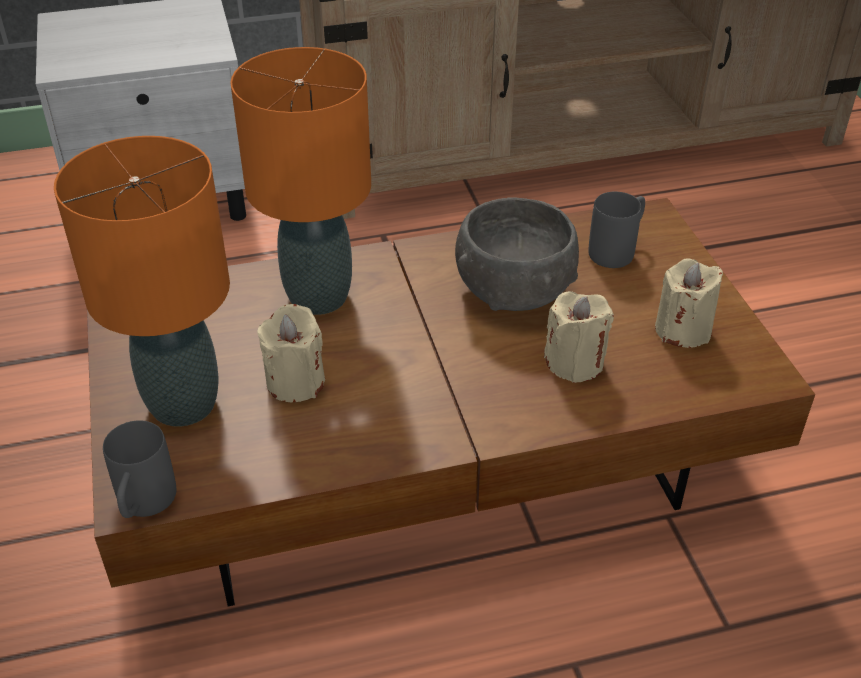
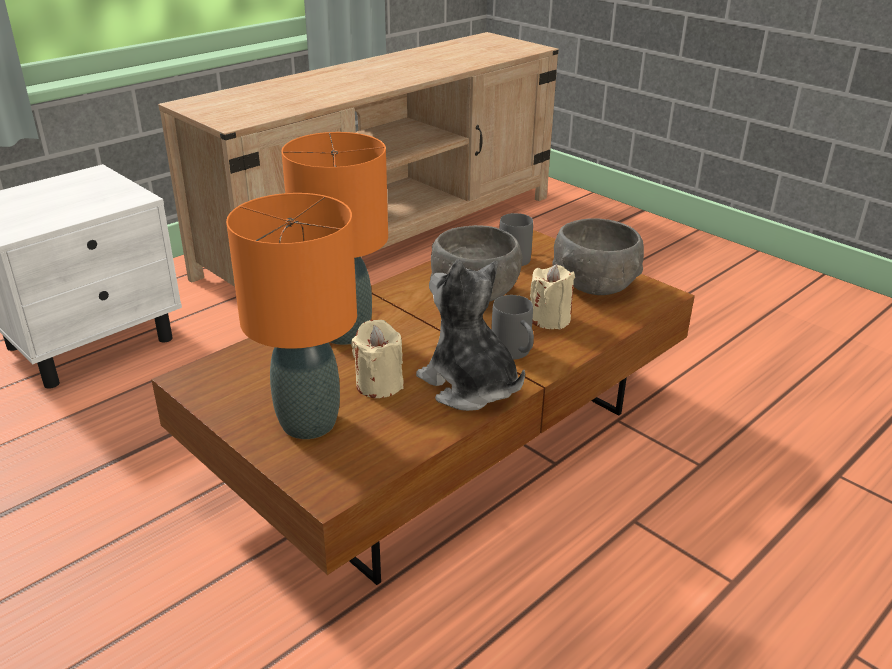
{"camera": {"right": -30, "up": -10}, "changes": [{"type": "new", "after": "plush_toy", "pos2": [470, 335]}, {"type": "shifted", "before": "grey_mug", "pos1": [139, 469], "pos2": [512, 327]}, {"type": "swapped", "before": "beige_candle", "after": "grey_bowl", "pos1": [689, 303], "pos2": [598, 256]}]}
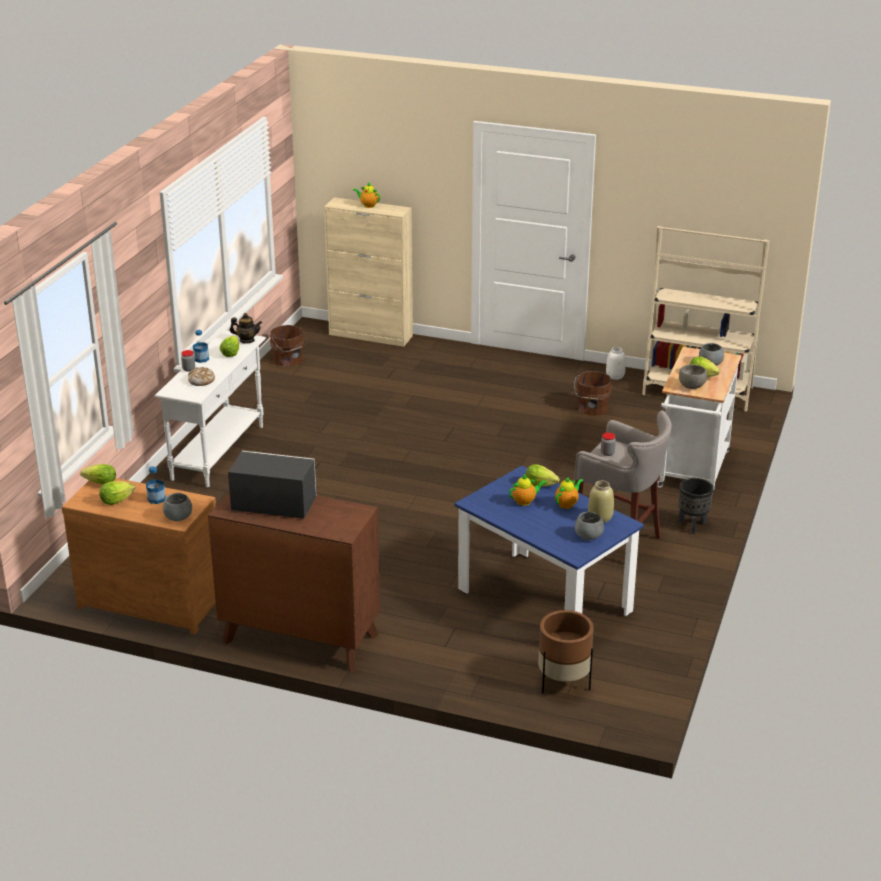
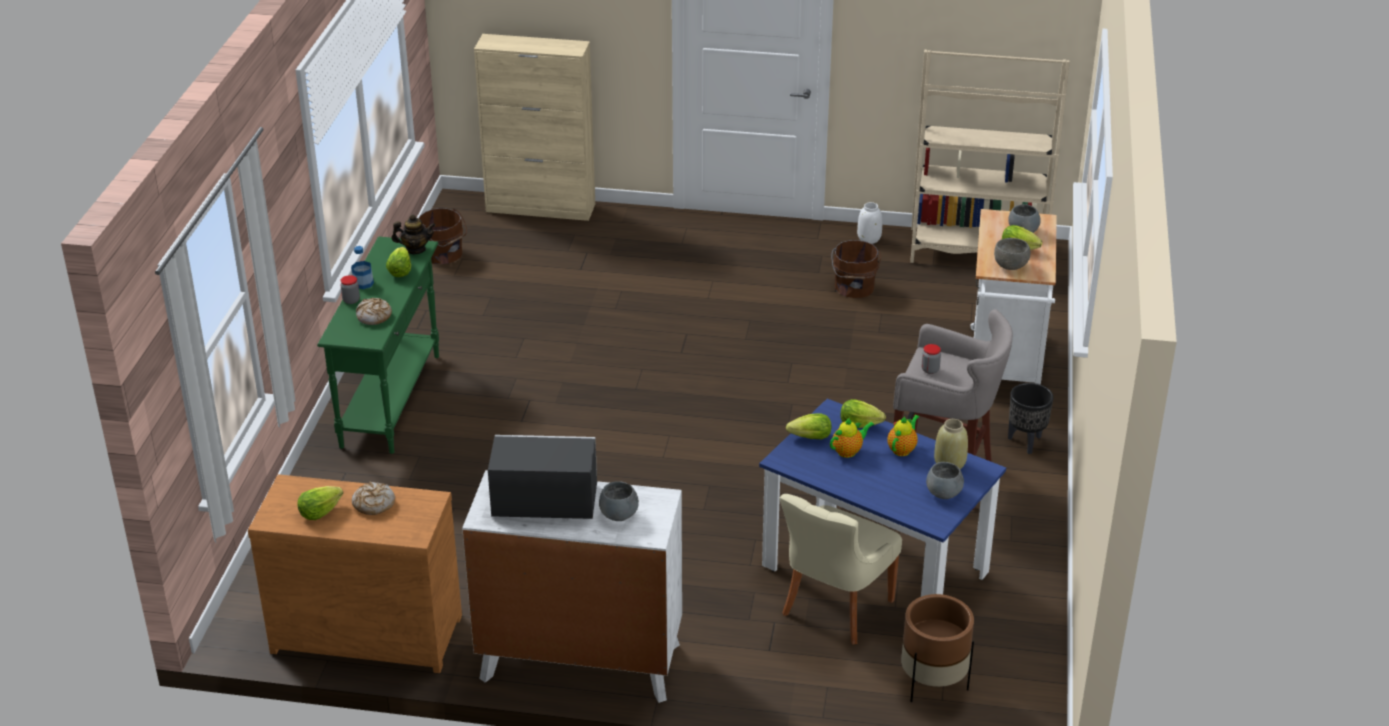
{"camera": {"right": -10, "up": 5}, "changes": [{"type": "gone", "before": "teapot", "pos1": [366, 195]}, {"type": "new", "after": "beige_chair", "pos2": [841, 569]}, {"type": "shifted", "before": "lettuce", "pos1": [98, 474], "pos2": [808, 426]}, {"type": "shifted", "before": "grey_bowl", "pos1": [177, 507], "pos2": [619, 501]}, {"type": "swapped", "before": "bottle", "after": "bread", "pos1": [156, 485], "pos2": [373, 498]}, {"type": "repainted", "before": "white_console_table", "after": "green_console_table", "pos1": [210, 409], "pos2": [378, 345]}, {"type": "repainted", "before": "brown_dresser", "after": "white_dresser", "pos1": [294, 581], "pos2": [572, 586]}]}
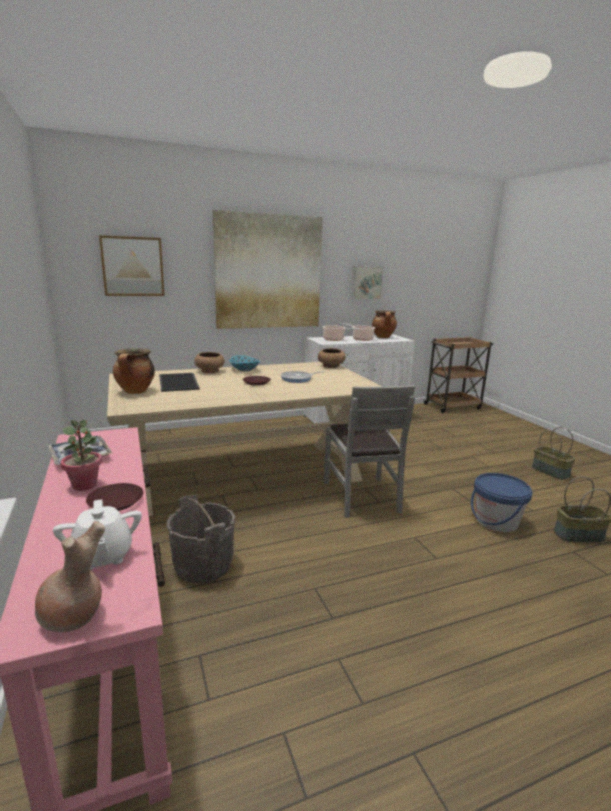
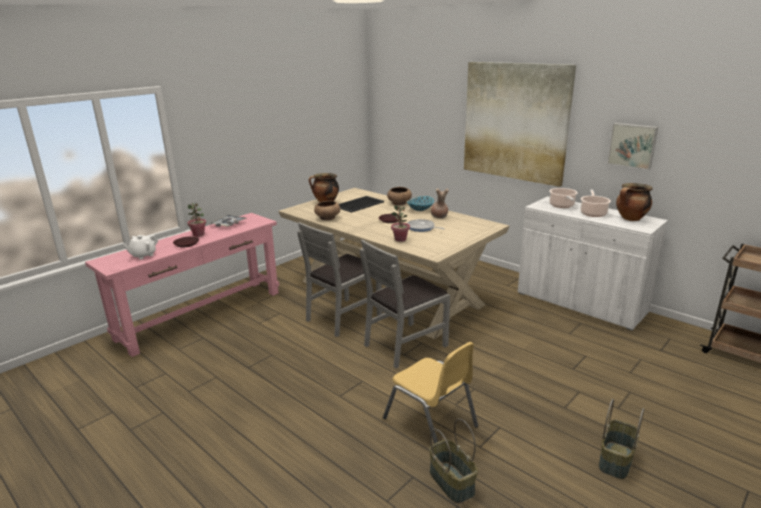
{"camera": {"right": 65, "up": 5}, "changes": [{"type": "gone", "before": "picture", "pos1": [132, 265]}, {"type": "gone", "before": "grey_bucket", "pos1": [201, 539]}, {"type": "new", "after": "grey_chair", "pos2": [339, 279]}, {"type": "new", "after": "potted_plant", "pos2": [400, 223]}, {"type": "shifted", "before": "brown_vase", "pos1": [70, 576], "pos2": [440, 203]}, {"type": "shifted", "before": "brown_bowl", "pos1": [332, 358], "pos2": [327, 210]}, {"type": "swapped", "before": "blue_bucket", "after": "yellow_chair", "pos1": [502, 502], "pos2": [430, 393]}]}
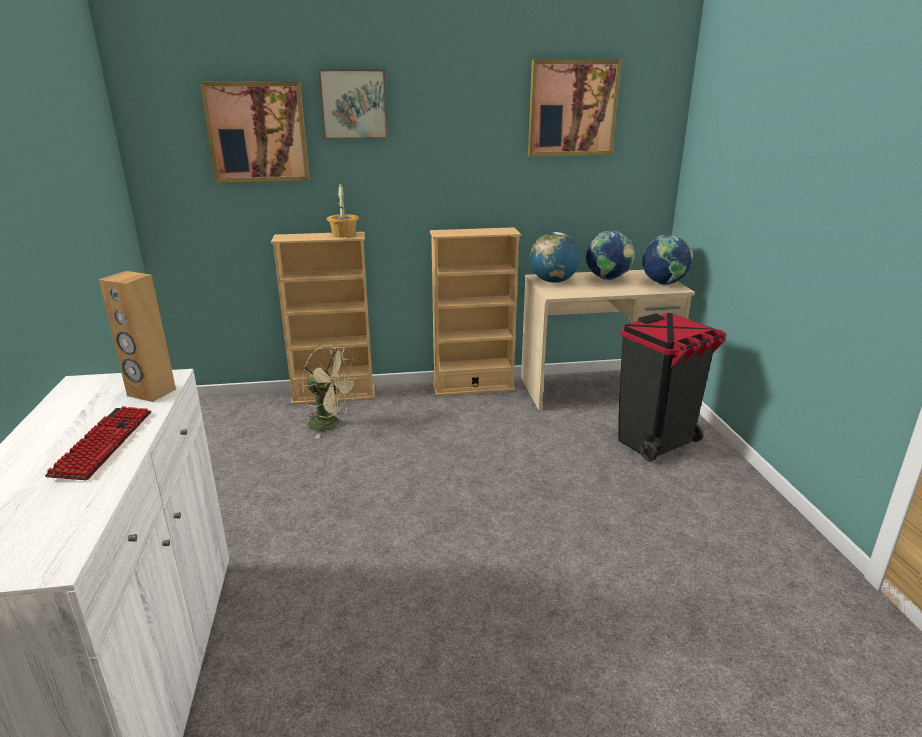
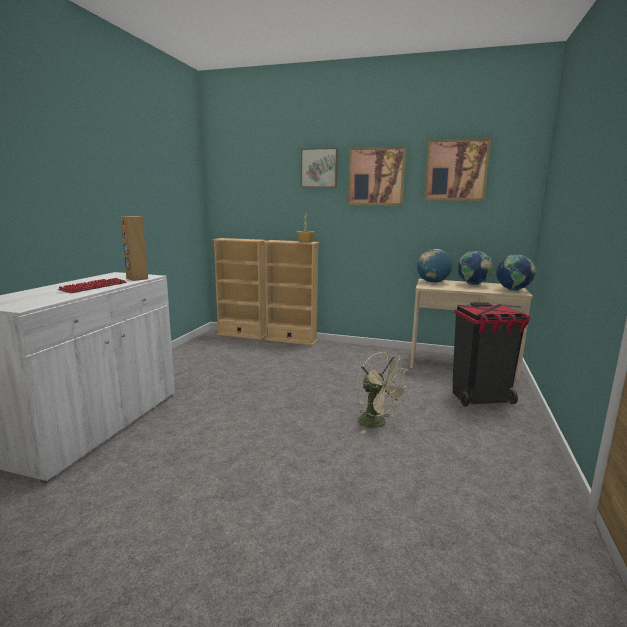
{"camera": {"right": 25, "up": -10}, "changes": [{"type": "shifted", "before": "picture", "pos1": [255, 132], "pos2": [377, 176]}, {"type": "shifted", "before": "beige_fan", "pos1": [330, 391], "pos2": [383, 392]}, {"type": "shifted", "before": "beige_bookcase", "pos1": [475, 311], "pos2": [239, 289]}]}
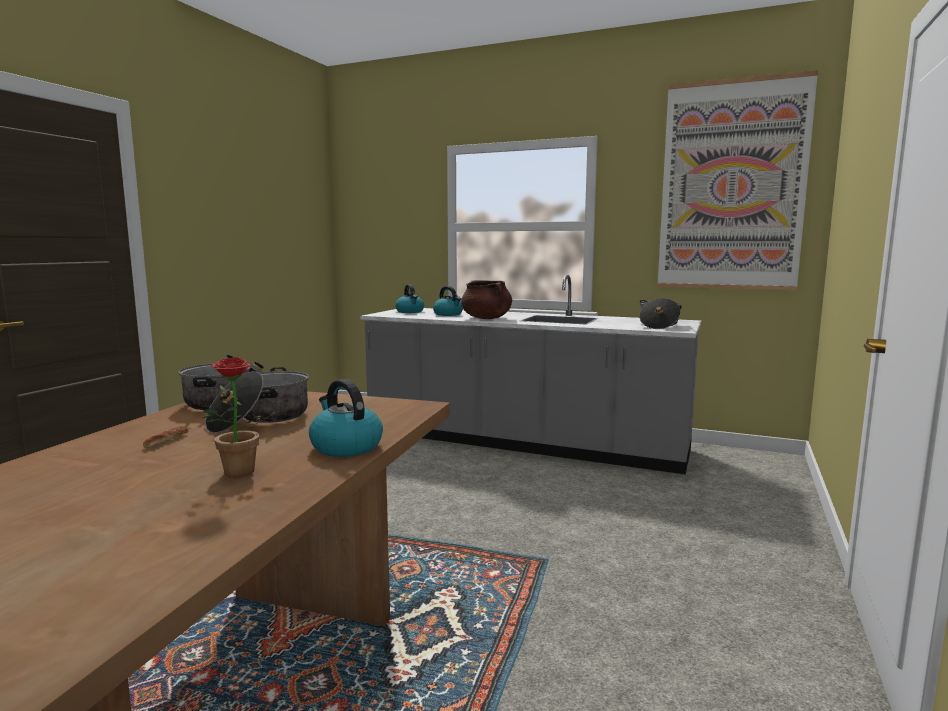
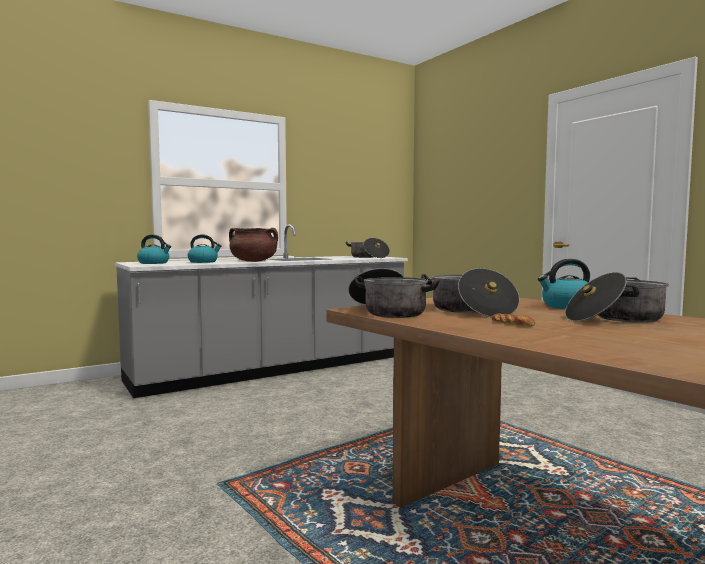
{"camera": {"right": -55, "up": -5}, "changes": [{"type": "gone", "before": "picture", "pos1": [737, 180]}, {"type": "swapped", "before": "potted_plant", "after": "cooking_pot", "pos1": [242, 417], "pos2": [617, 297]}]}
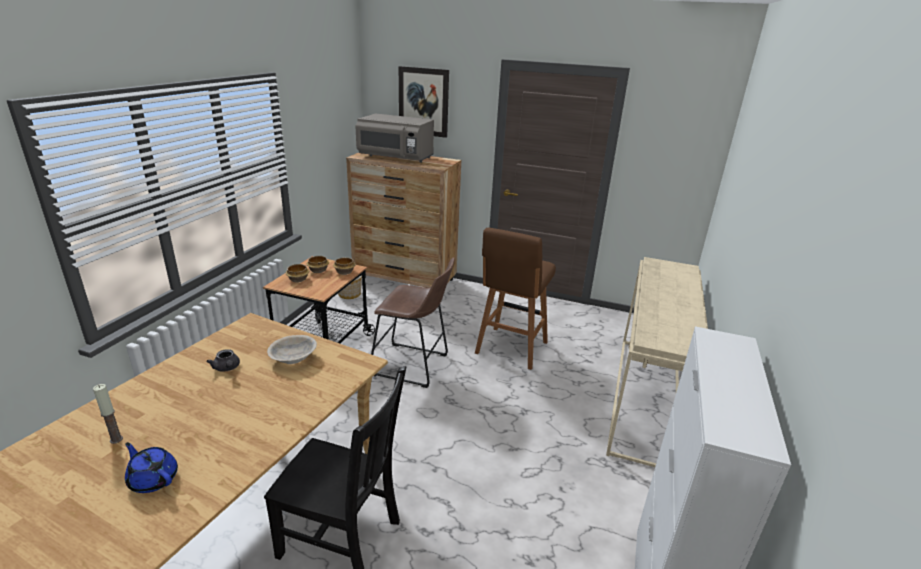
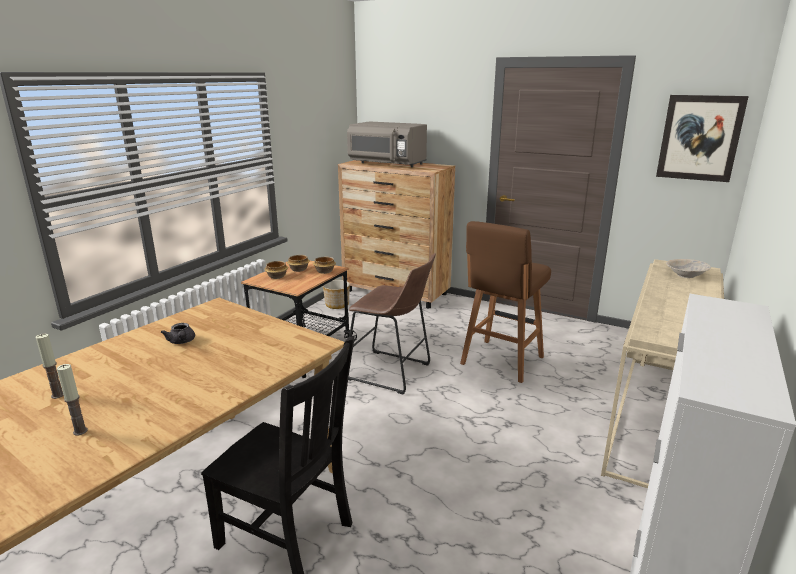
{"camera": {"right": 10, "up": -5}, "changes": [{"type": "shifted", "before": "beige_bowl", "pos1": [292, 349], "pos2": [688, 268]}, {"type": "shifted", "before": "picture", "pos1": [424, 102], "pos2": [702, 138]}, {"type": "swapped", "before": "blue_teapot", "after": "candle", "pos1": [151, 467], "pos2": [72, 400]}]}
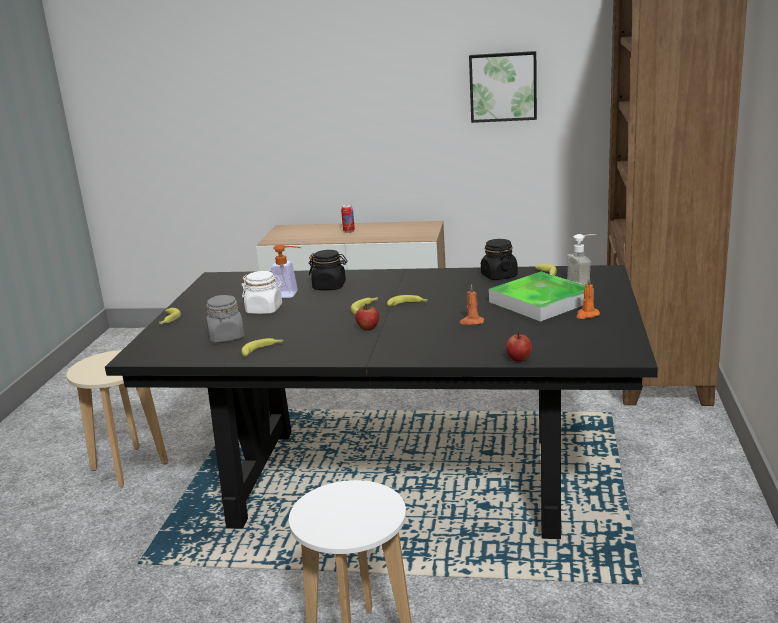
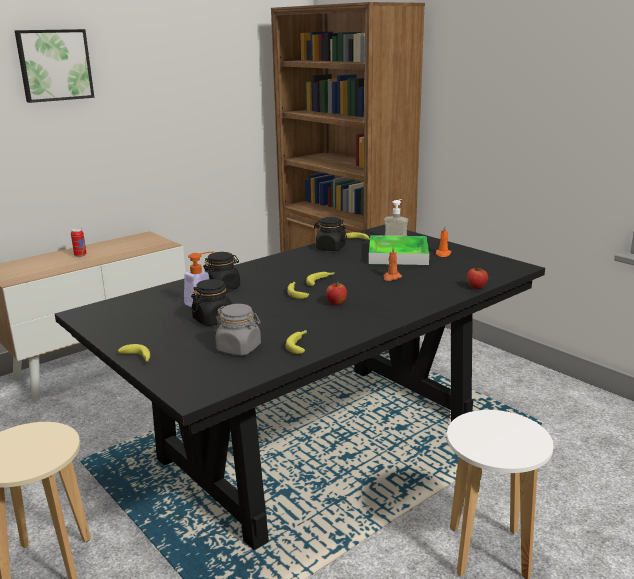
{"camera": {"right": -50, "up": 0}, "changes": [{"type": "shifted", "before": "picture", "pos1": [503, 87], "pos2": [54, 66]}, {"type": "repainted", "before": "white_jar", "after": "black_jar", "pos1": [261, 292], "pos2": [211, 302]}]}
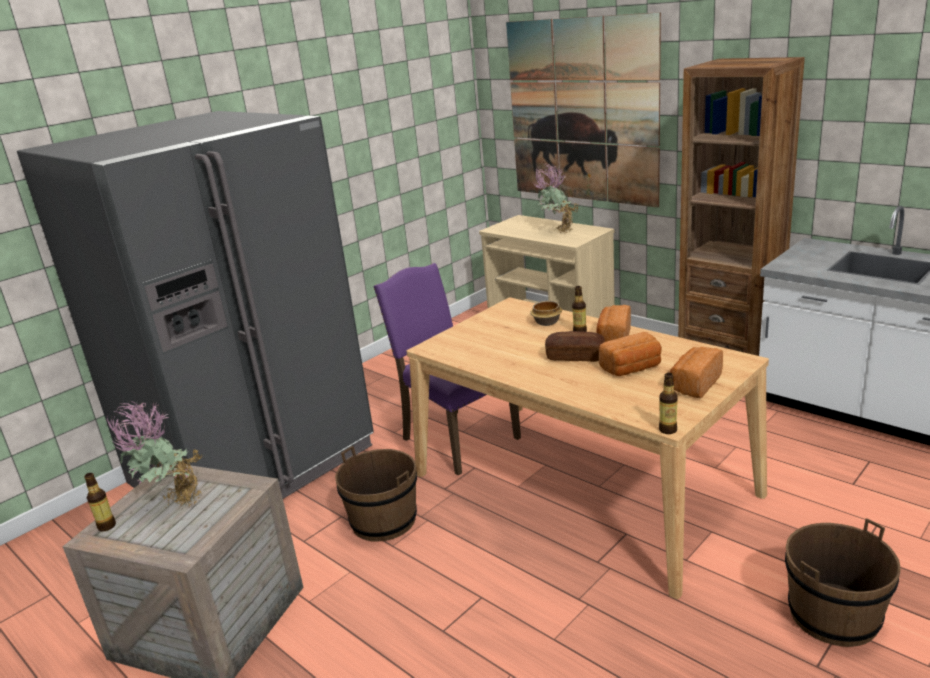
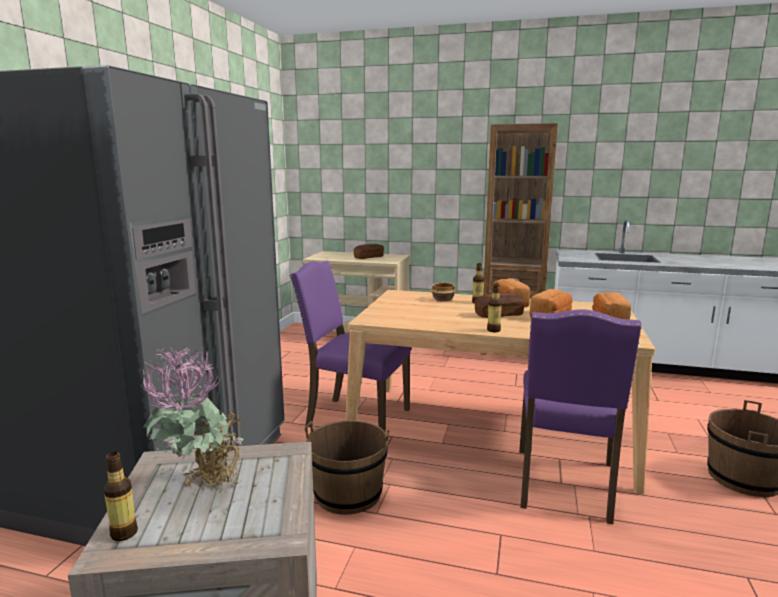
{"camera": {"right": -30, "up": -10}, "changes": [{"type": "gone", "before": "picture", "pos1": [583, 110]}, {"type": "new", "after": "purple_chair", "pos2": [580, 416]}, {"type": "shifted", "before": "bottle", "pos1": [668, 403], "pos2": [494, 307]}, {"type": "swapped", "before": "potted_plant", "after": "bread", "pos1": [556, 198], "pos2": [369, 251]}]}
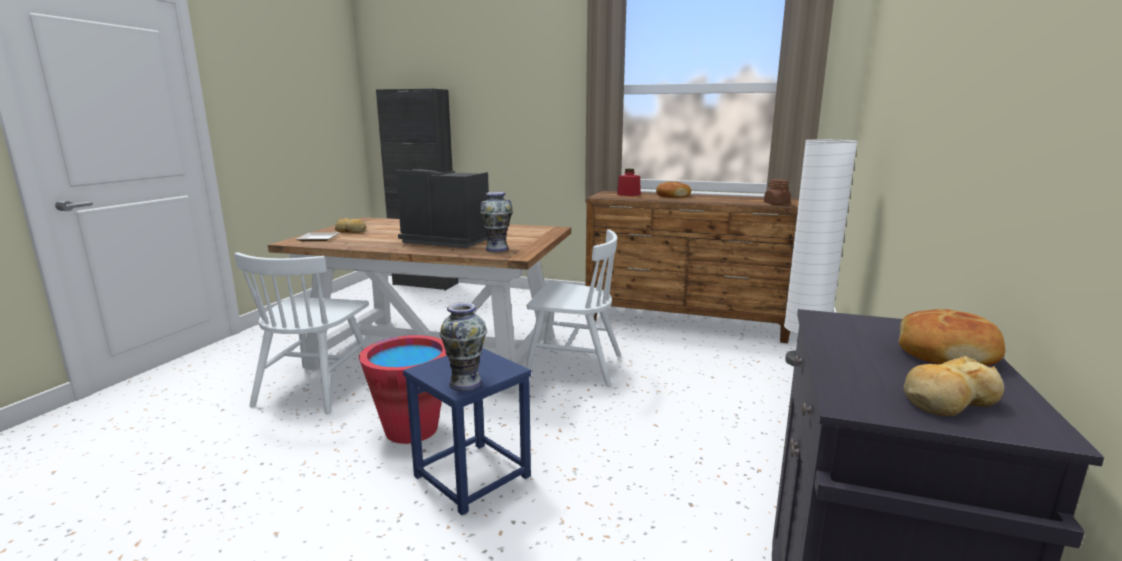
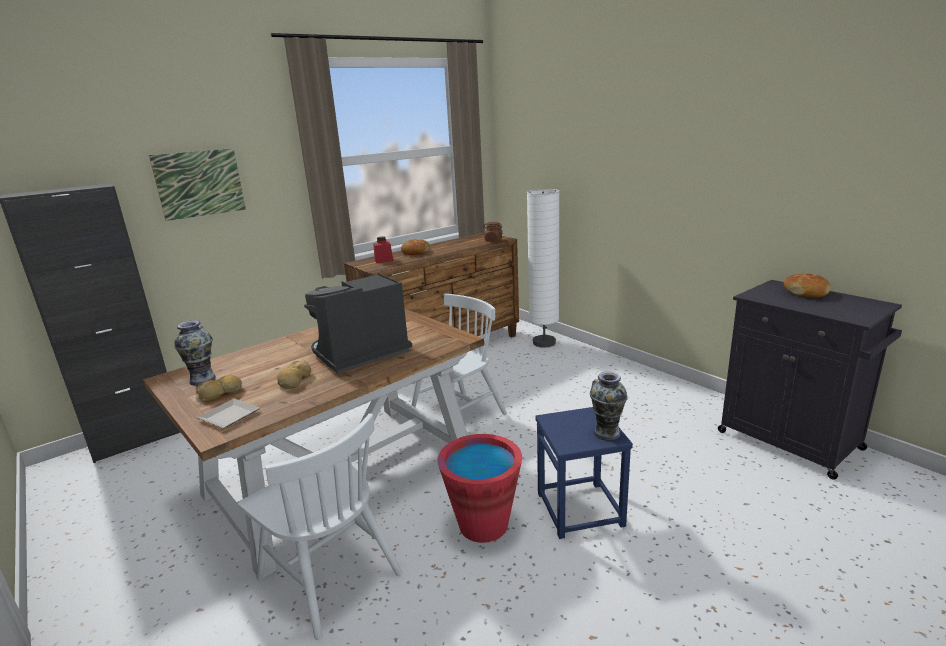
{"camera": {"right": -55, "up": 5}, "changes": [{"type": "new", "after": "picture", "pos2": [197, 184]}, {"type": "shifted", "before": "vase", "pos1": [496, 222], "pos2": [195, 353]}, {"type": "shifted", "before": "bread", "pos1": [953, 386], "pos2": [294, 375]}]}
